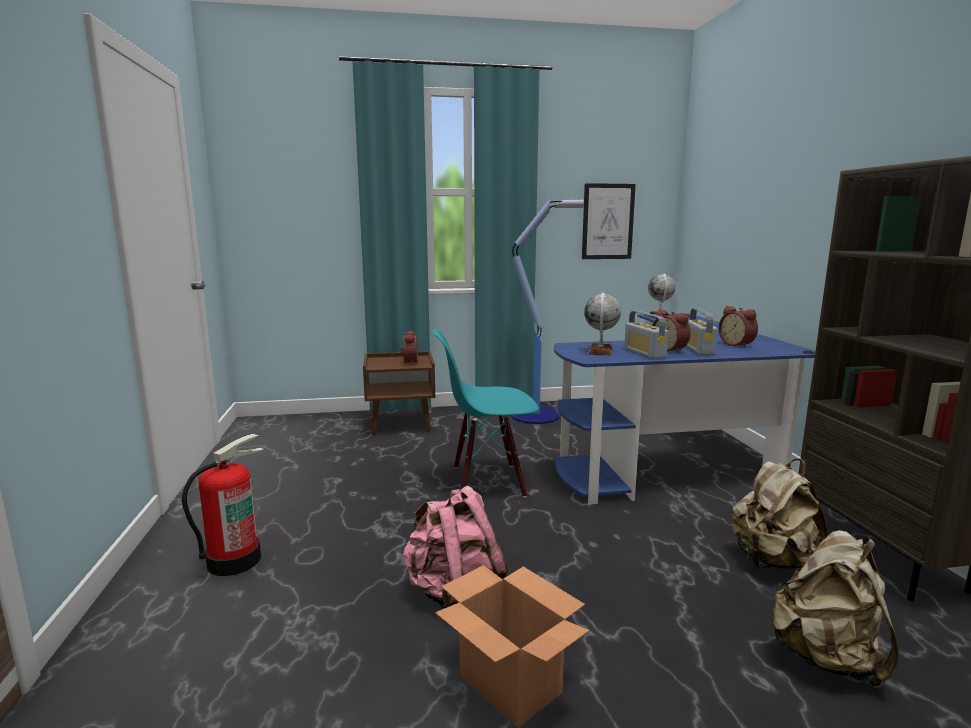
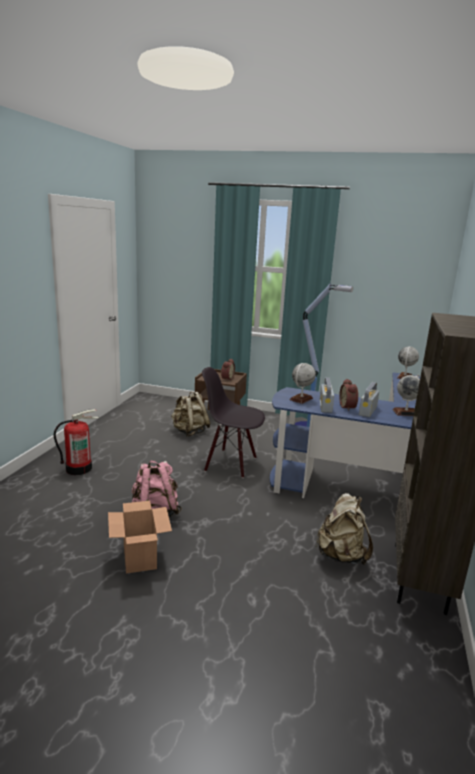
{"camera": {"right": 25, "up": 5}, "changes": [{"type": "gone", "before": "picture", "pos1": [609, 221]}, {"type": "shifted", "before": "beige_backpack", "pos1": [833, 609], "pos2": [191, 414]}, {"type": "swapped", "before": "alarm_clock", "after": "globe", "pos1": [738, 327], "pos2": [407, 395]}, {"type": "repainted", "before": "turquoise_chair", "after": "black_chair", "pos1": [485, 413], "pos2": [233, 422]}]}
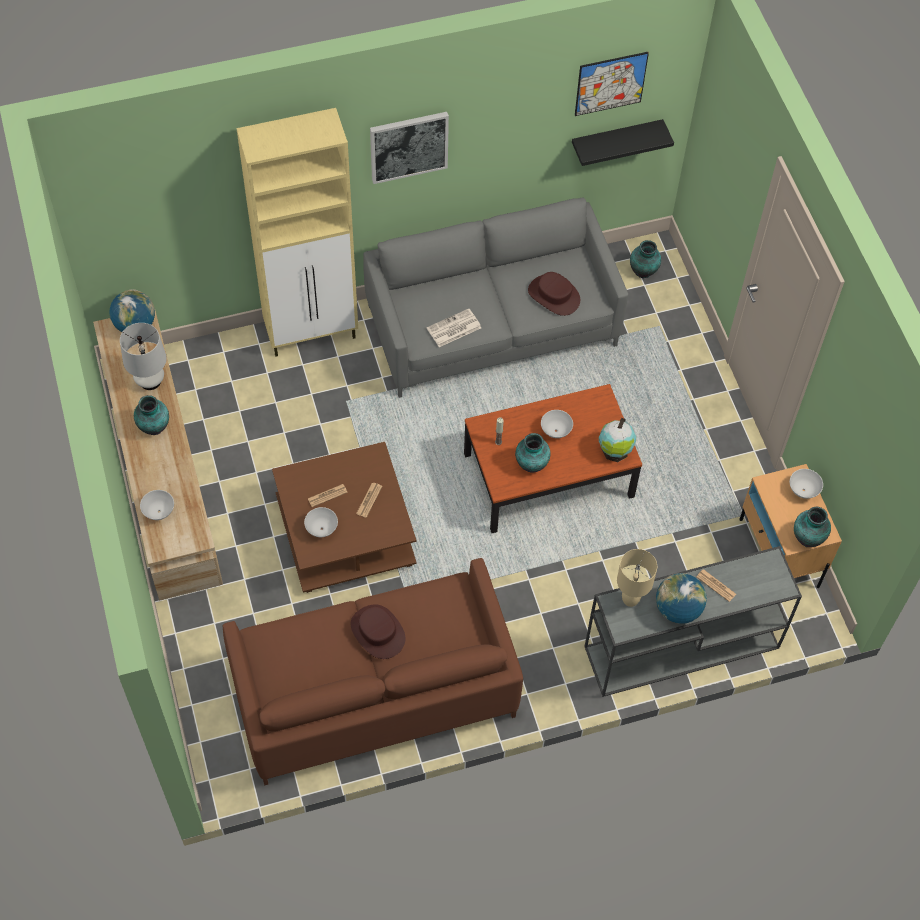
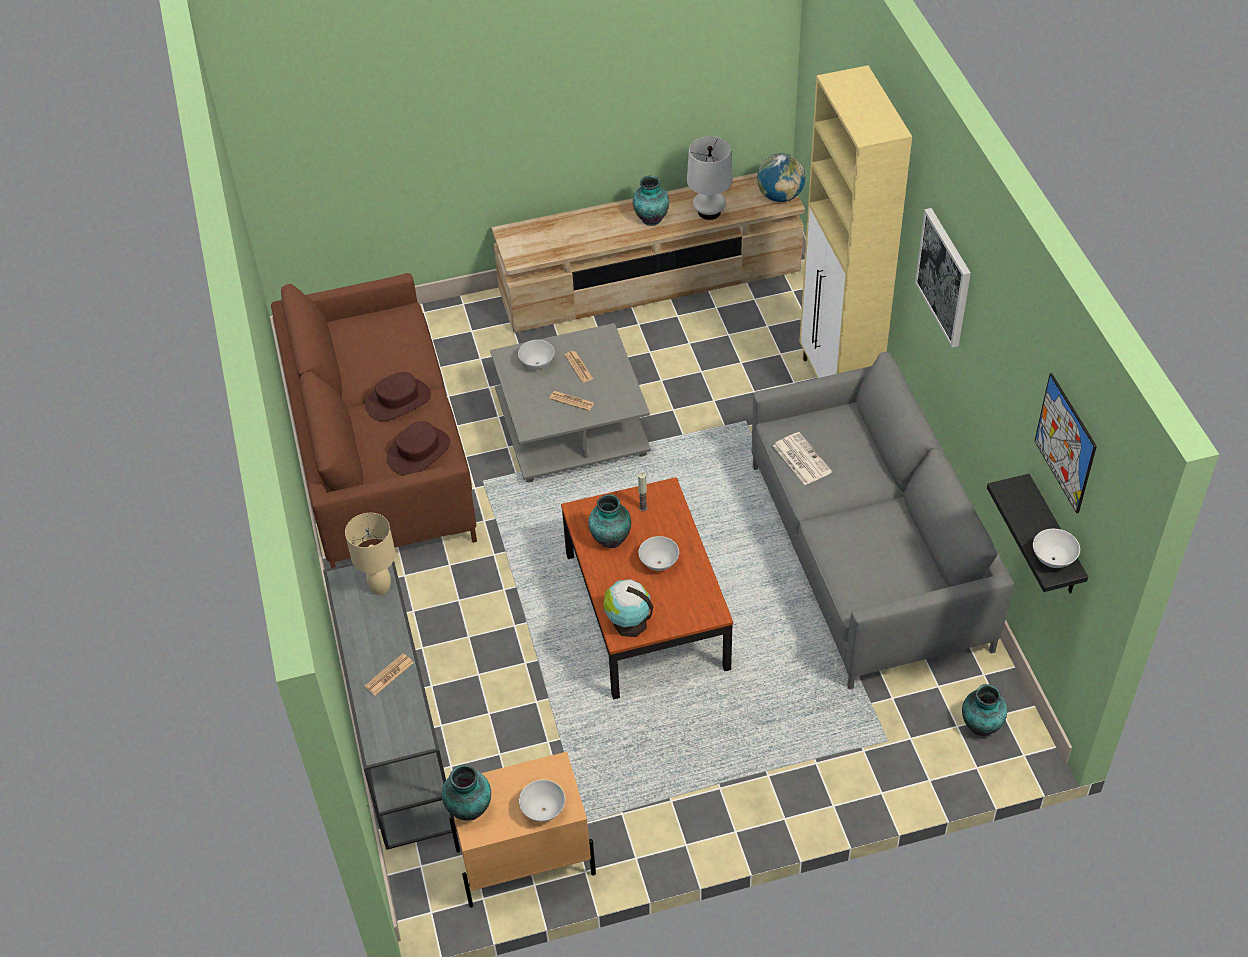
{"camera": {"right": 95, "up": -10}, "changes": [{"type": "gone", "before": "globe", "pos1": [681, 598]}, {"type": "shifted", "before": "white_bowl", "pos1": [157, 505], "pos2": [1056, 548]}, {"type": "shifted", "before": "brown_hat", "pos1": [554, 294], "pos2": [418, 448]}, {"type": "repainted", "before": "brown_coffee_table", "after": "grey_coffee_table", "pos1": [344, 517], "pos2": [570, 403]}]}
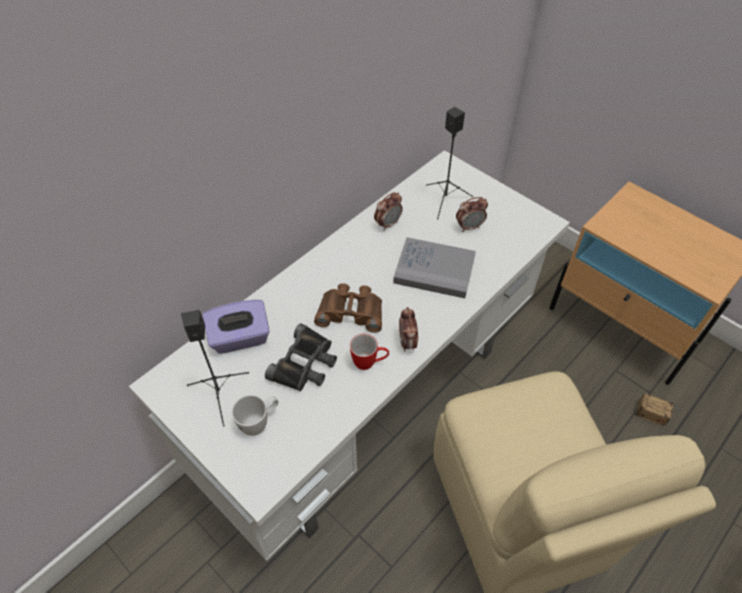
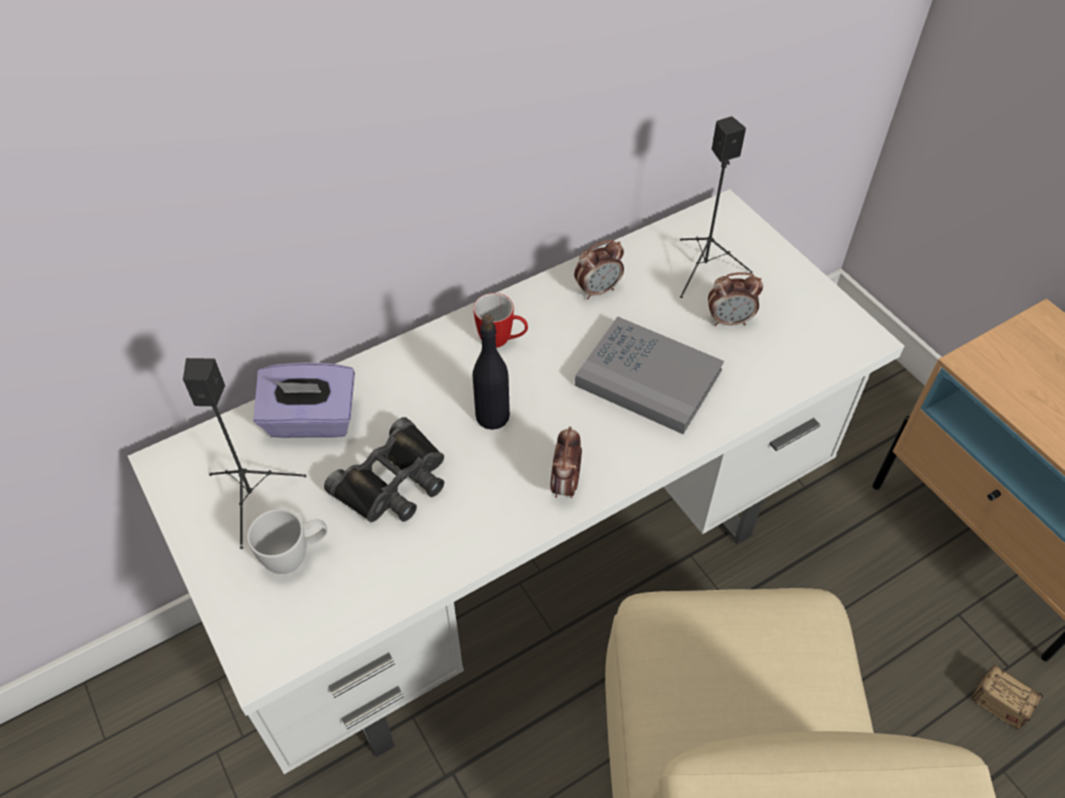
{"camera": {"right": 15, "up": 0}, "changes": [{"type": "shifted", "before": "mug", "pos1": [369, 352], "pos2": [500, 320]}, {"type": "swapped", "before": "brown_binoculars", "after": "black_bottle", "pos1": [348, 308], "pos2": [491, 372]}]}
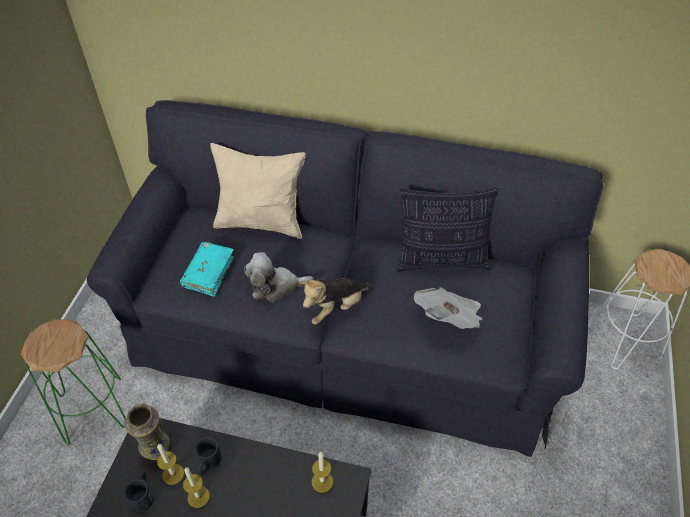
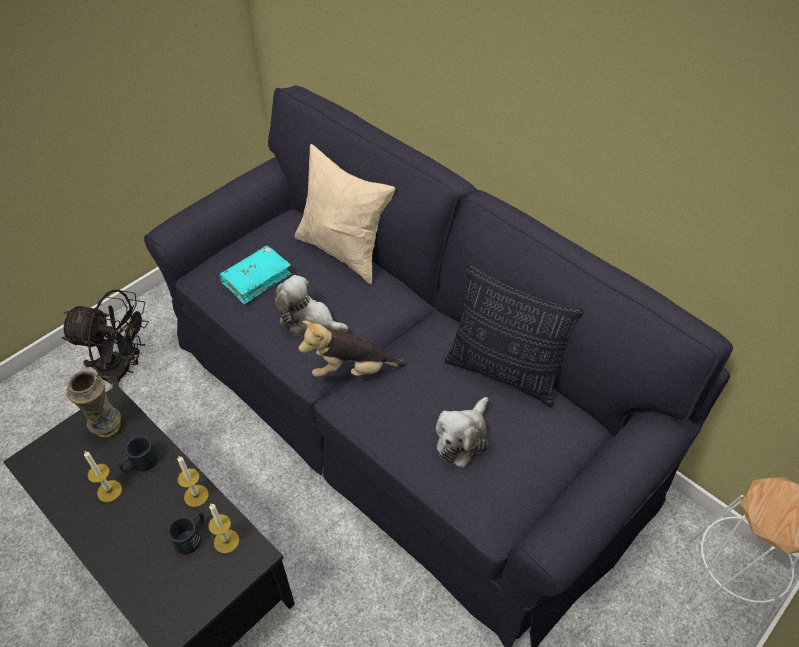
{"camera": {"right": 30, "up": 0}, "changes": [{"type": "shifted", "before": "black_mug", "pos1": [138, 491], "pos2": [185, 532]}, {"type": "shifted", "before": "candle", "pos1": [170, 464], "pos2": [193, 481]}, {"type": "swapped", "before": "green_stool", "after": "black_fan", "pos1": [73, 382], "pos2": [105, 339]}, {"type": "swapped", "before": "newspaper", "after": "plush_toy", "pos1": [448, 308], "pos2": [462, 432]}]}
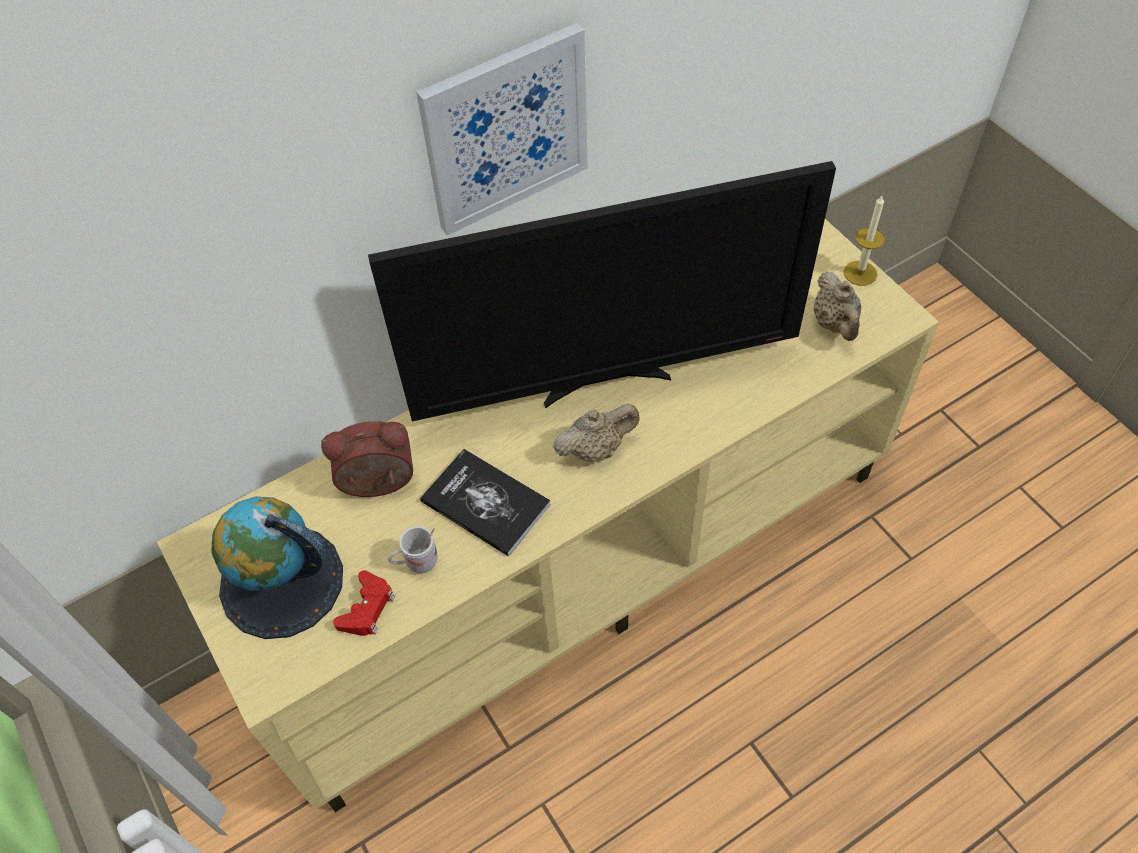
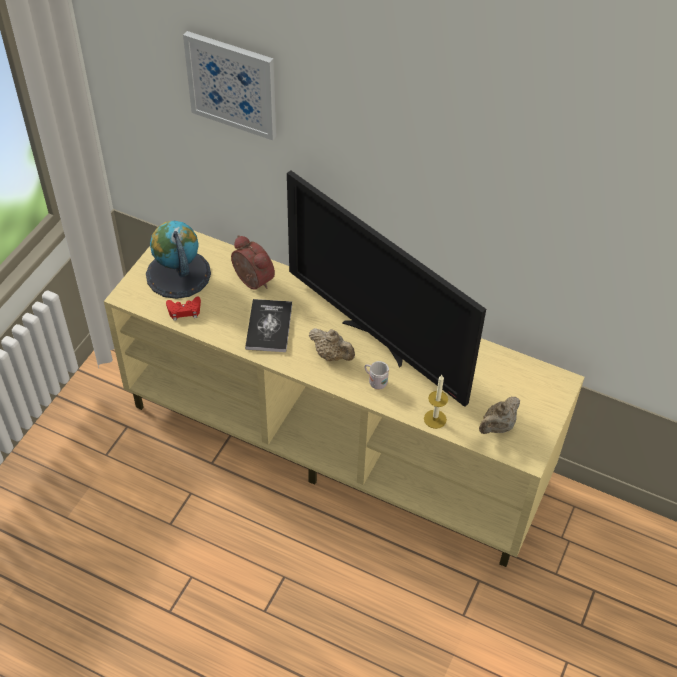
{"camera": {"right": 55, "up": -5}, "changes": [{"type": "shifted", "before": "white_mug", "pos1": [413, 549], "pos2": [376, 375]}, {"type": "shifted", "before": "picture", "pos1": [502, 129], "pos2": [229, 85]}, {"type": "shifted", "before": "candle", "pos1": [864, 241], "pos2": [436, 402]}]}
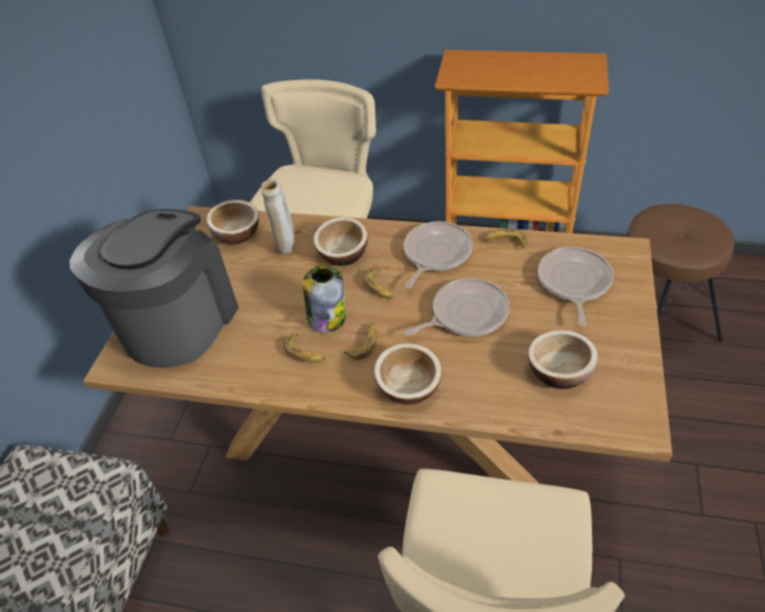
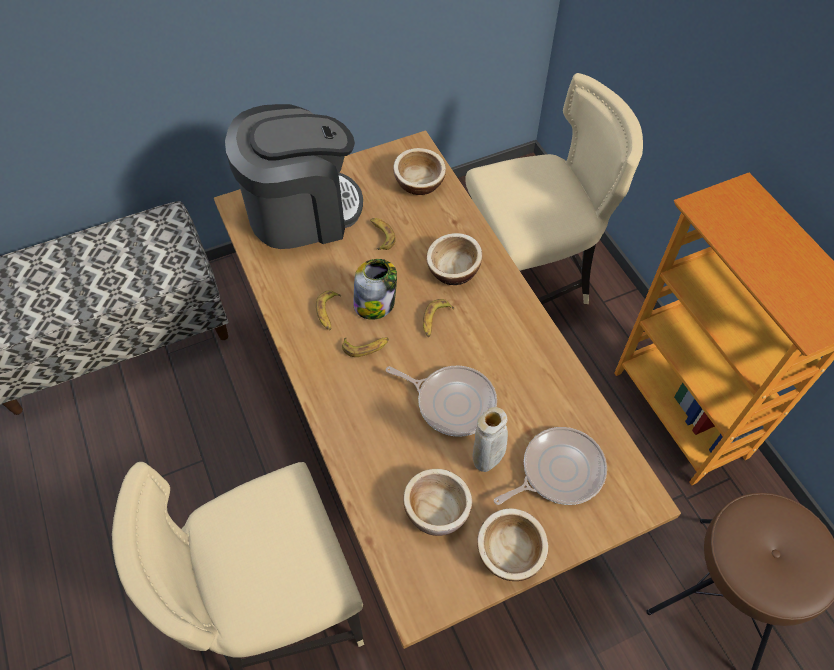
{"camera": {"right": 50, "up": 10}, "changes": [{"type": "gone", "before": "frying_pan", "pos1": [438, 254]}, {"type": "shifted", "before": "beige_vase", "pos1": [277, 216], "pos2": [490, 439]}, {"type": "shifted", "before": "bowl", "pos1": [408, 374], "pos2": [513, 544]}, {"type": "shifted", "before": "banana", "pos1": [506, 238], "pos2": [383, 234]}]}
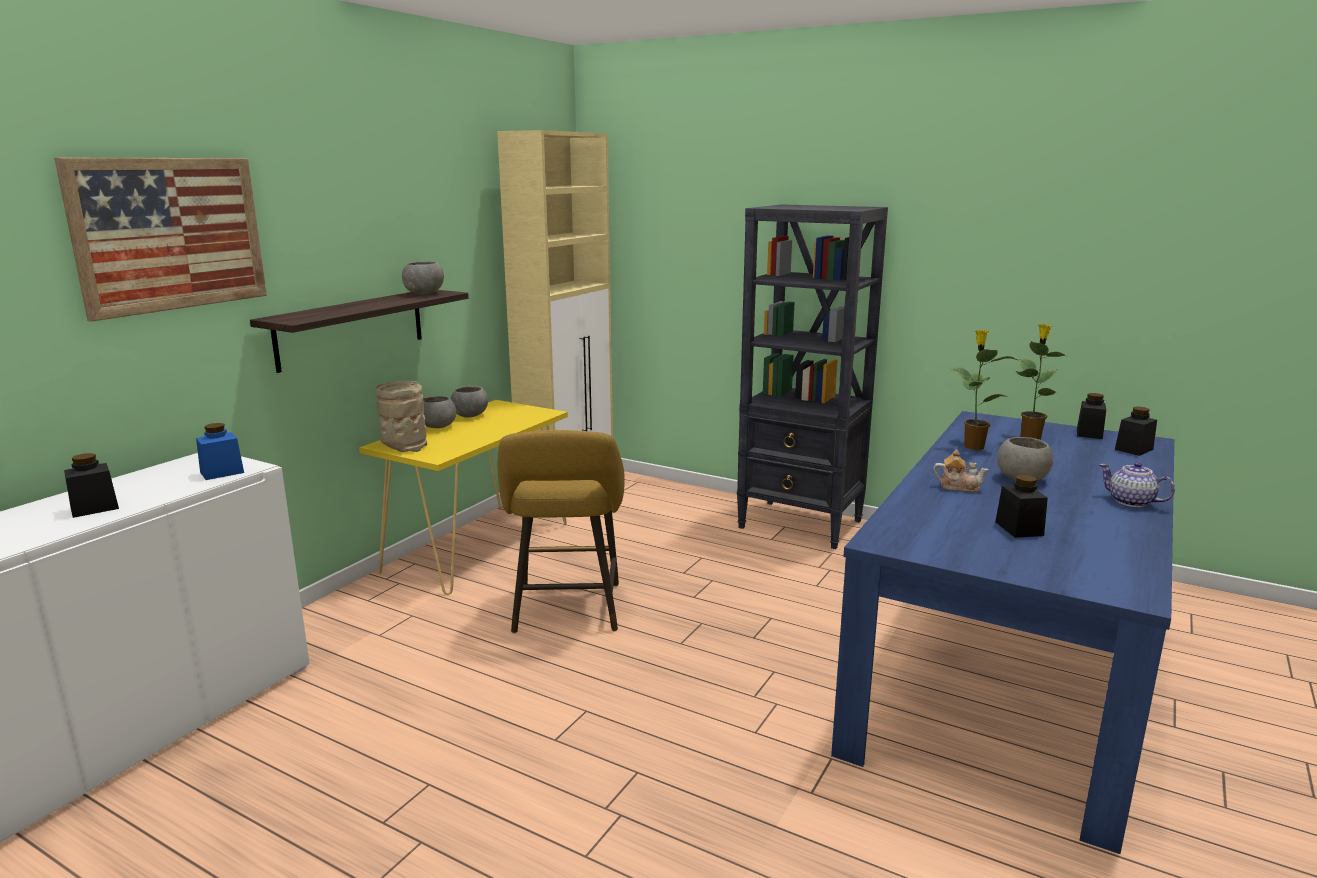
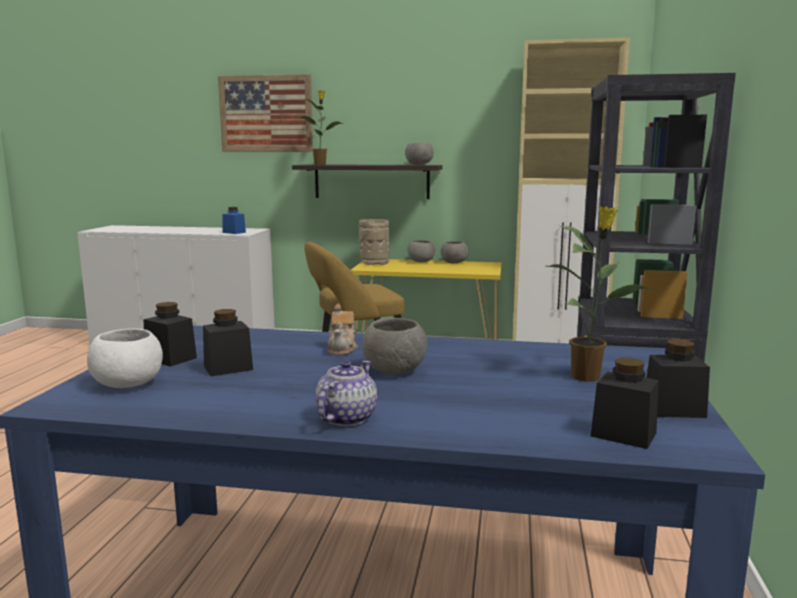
{"camera": {"right": 70, "up": -5}, "changes": [{"type": "new", "after": "white_bowl", "pos2": [125, 358]}, {"type": "shifted", "before": "black_jar", "pos1": [91, 485], "pos2": [170, 334]}, {"type": "shifted", "before": "potted_plant", "pos1": [983, 390], "pos2": [321, 127]}]}
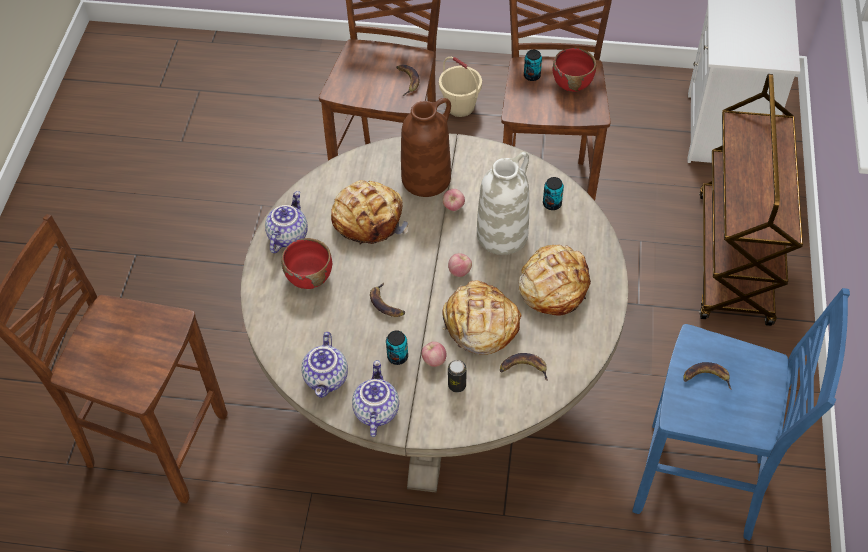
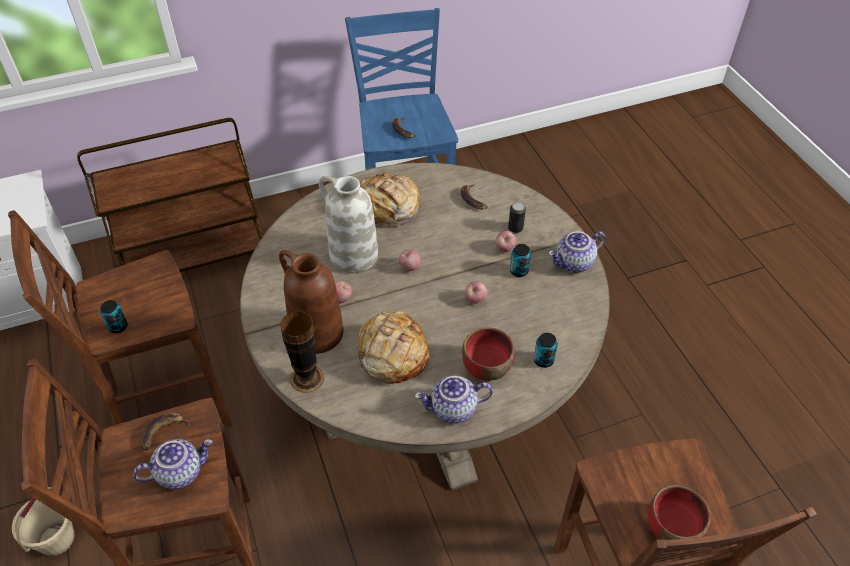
{"camera": {"right": -120, "up": -5}, "changes": [{"type": "gone", "before": "bread", "pos1": [481, 317]}, {"type": "new", "after": "vase", "pos2": [302, 352]}, {"type": "shifted", "before": "teapot", "pos1": [324, 365], "pos2": [173, 464]}, {"type": "shifted", "before": "can", "pos1": [553, 193], "pos2": [546, 350]}, {"type": "shifted", "before": "red_bowl", "pos1": [574, 70], "pos2": [679, 512]}, {"type": "swapped", "before": "banana", "after": "apple", "pos1": [387, 299], "pos2": [476, 292]}]}
